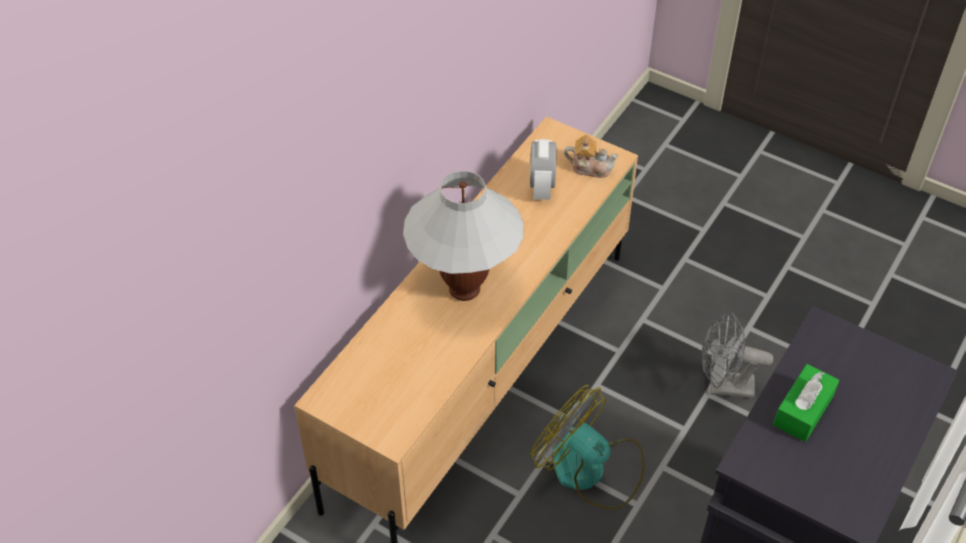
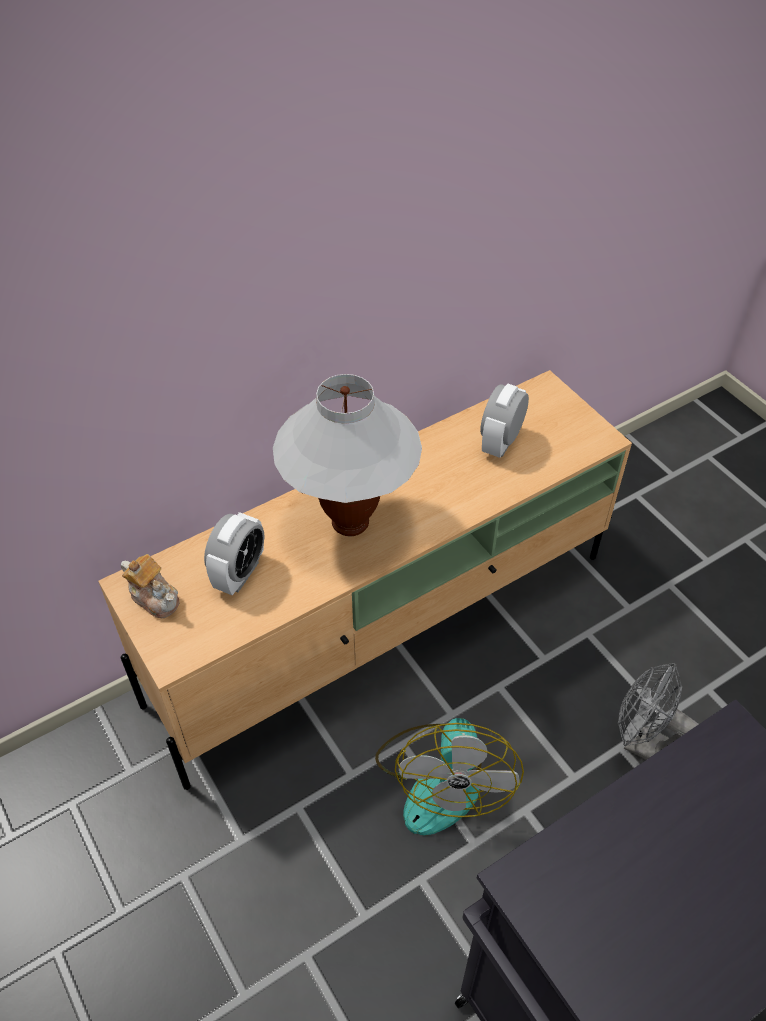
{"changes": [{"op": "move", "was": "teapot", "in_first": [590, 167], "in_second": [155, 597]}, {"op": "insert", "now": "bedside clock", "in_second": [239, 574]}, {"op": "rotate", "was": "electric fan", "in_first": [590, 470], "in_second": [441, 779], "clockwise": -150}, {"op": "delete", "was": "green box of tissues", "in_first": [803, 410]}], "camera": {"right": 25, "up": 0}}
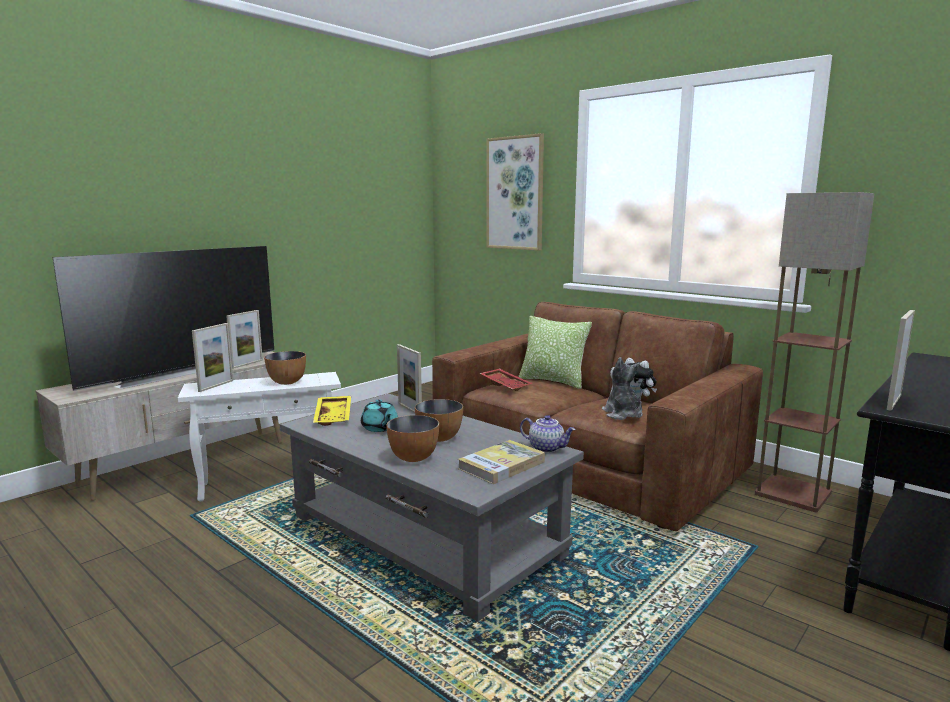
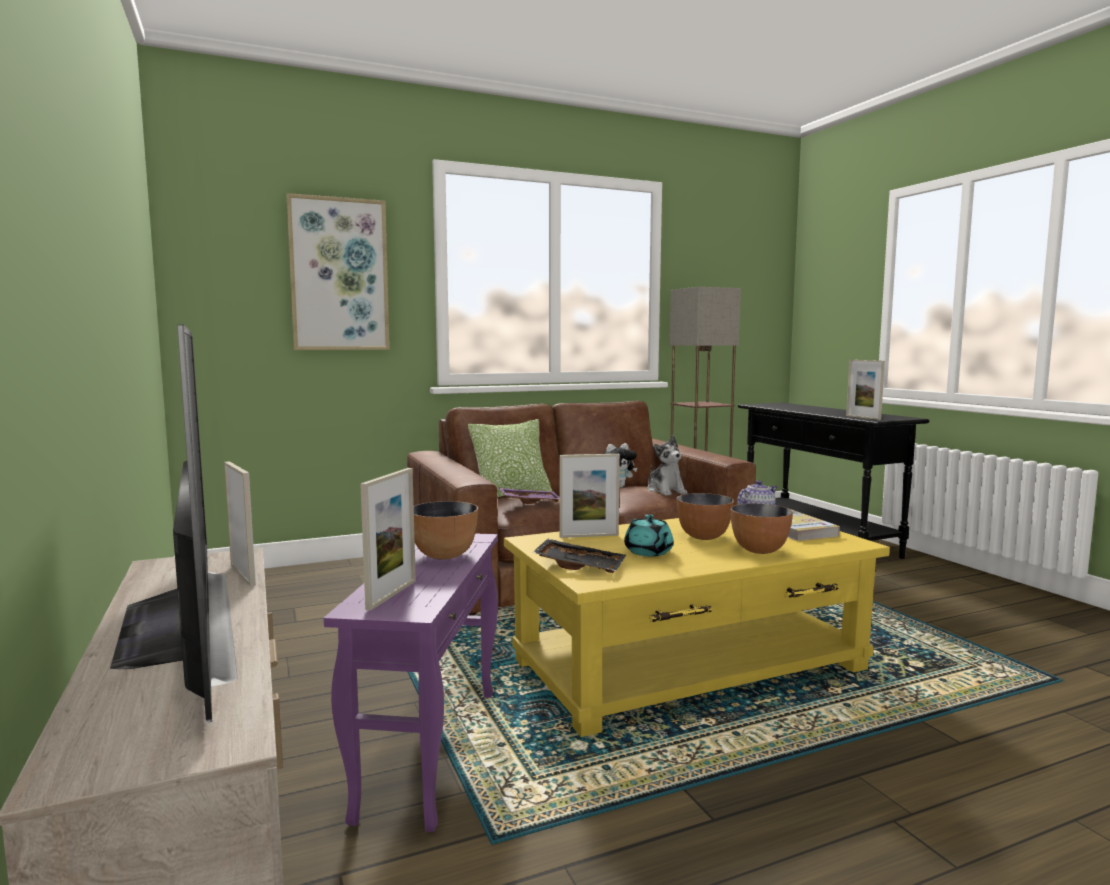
{"changes": [{"op": "recolor", "was": "white accent table", "now": "purple accent table", "in_first": [270, 483], "in_second": [430, 751]}, {"op": "rotate", "was": "standing frame", "in_first": [216, 386], "in_second": [392, 594], "clockwise": 60}, {"op": "recolor", "was": "reddish serving tray", "now": "purple serving tray", "in_first": [506, 385], "in_second": [530, 502]}, {"op": "recolor", "was": "gray coffee table", "now": "yellow-coloured coffee table", "in_first": [424, 536], "in_second": [690, 666]}, {"op": "recolor", "was": "yellow-coloured serving tray", "now": "blackish serving tray", "in_first": [334, 417], "in_second": [580, 566]}, {"op": "rotate", "was": "turquoise teapot", "in_first": [380, 428], "in_second": [649, 552], "clockwise": 75}, {"op": "rotate", "was": "cuddly toy", "in_first": [622, 414], "in_second": [665, 491], "clockwise": -120}], "camera": {"right": -65, "up": -5}}
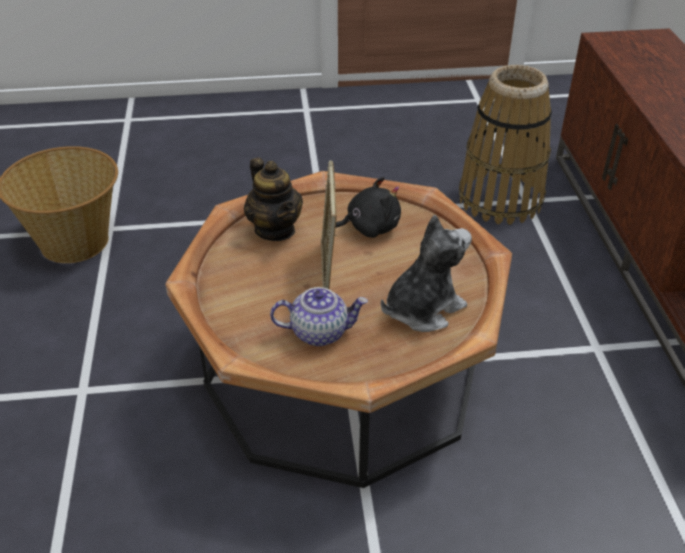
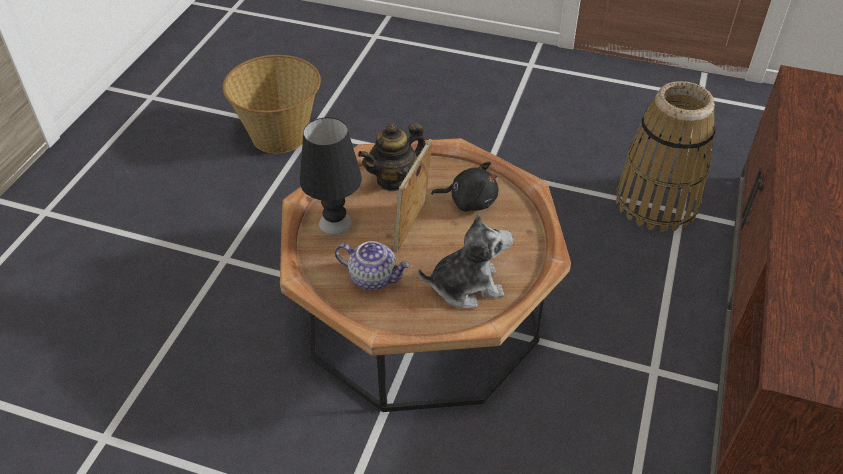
{"changes": [{"op": "insert", "now": "blackish tabletop lamp", "in_second": [335, 223]}, {"op": "rotate", "was": "teapot", "in_first": [275, 229], "in_second": [394, 179], "clockwise": 60}], "camera": {"right": 25, "up": 5}}
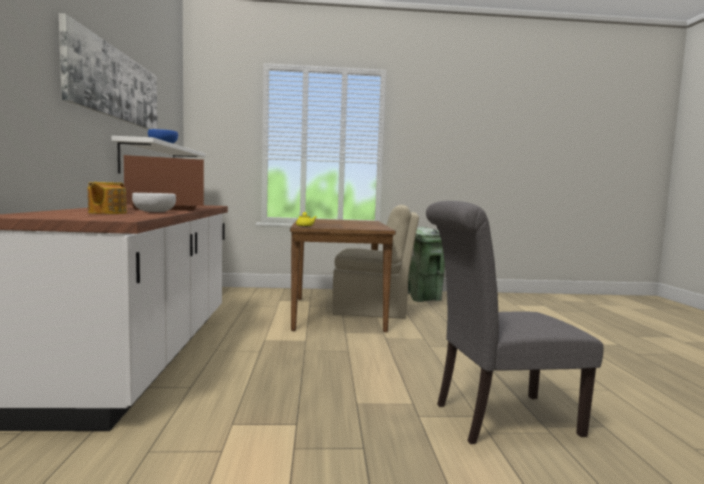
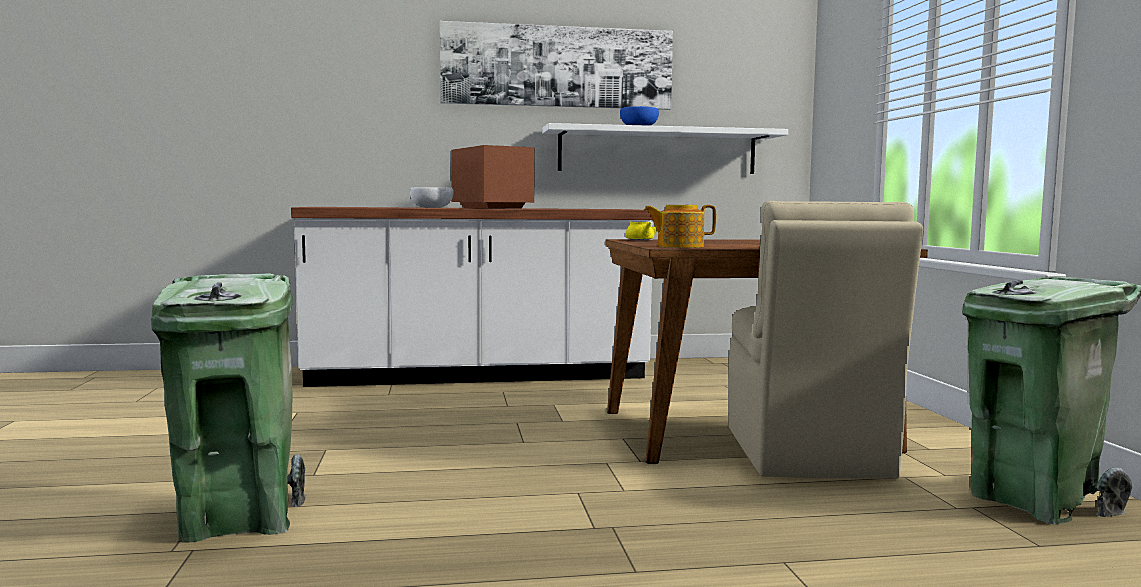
{"changes": [{"op": "replace", "was": "gray upright chair", "now": "green trash can", "in_first": [497, 419], "in_second": [237, 519]}, {"op": "move", "was": "teapot", "in_first": [106, 213], "in_second": [679, 246]}], "camera": {"right": 85, "up": 0}}
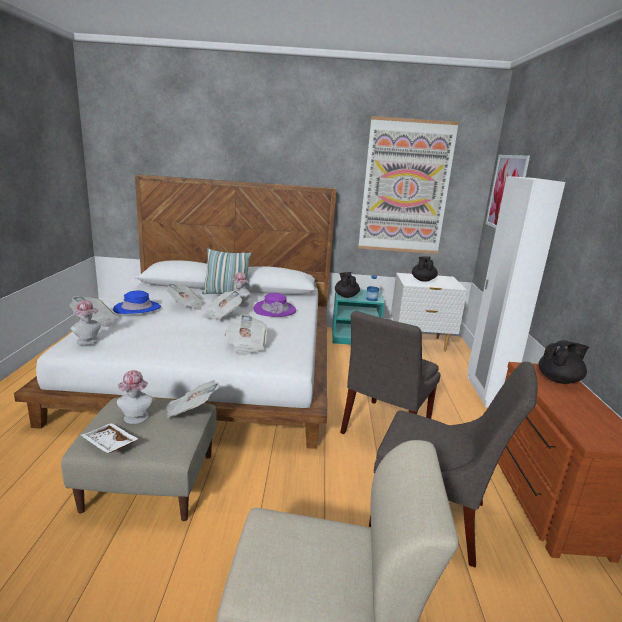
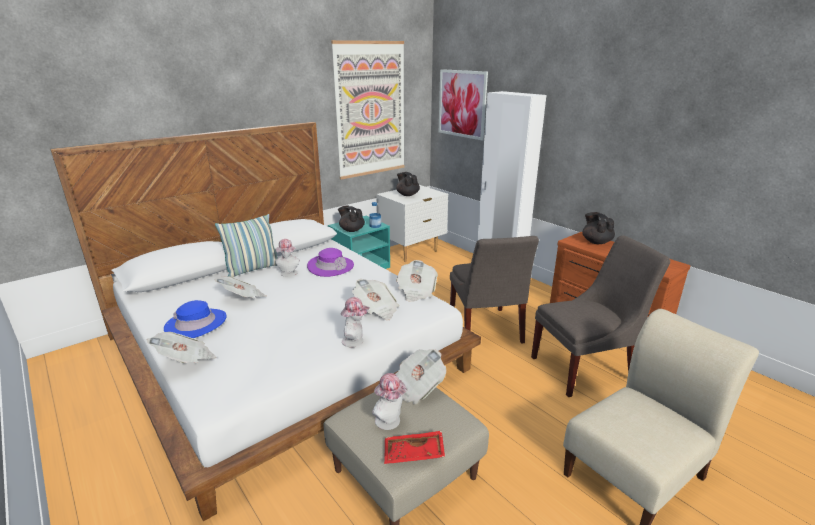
{"changes": [{"op": "move", "was": "hat", "in_first": [88, 341], "in_second": [355, 341]}, {"op": "recolor", "was": "white serving tray", "now": "reddish serving tray", "in_first": [108, 444], "in_second": [413, 454]}, {"op": "move", "was": "printed paper", "in_first": [221, 315], "in_second": [416, 291]}, {"op": "rotate", "was": "blackish teapot", "in_first": [559, 380], "in_second": [596, 242], "clockwise": -45}], "camera": {"right": -40, "up": 5}}
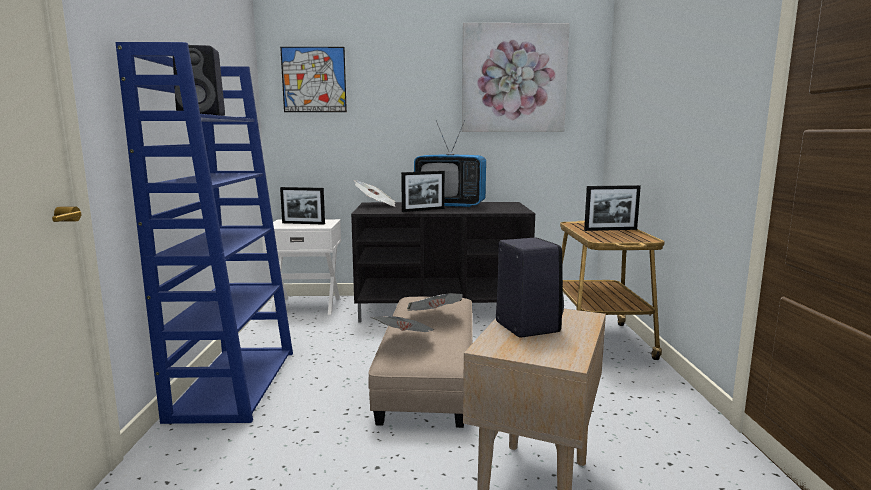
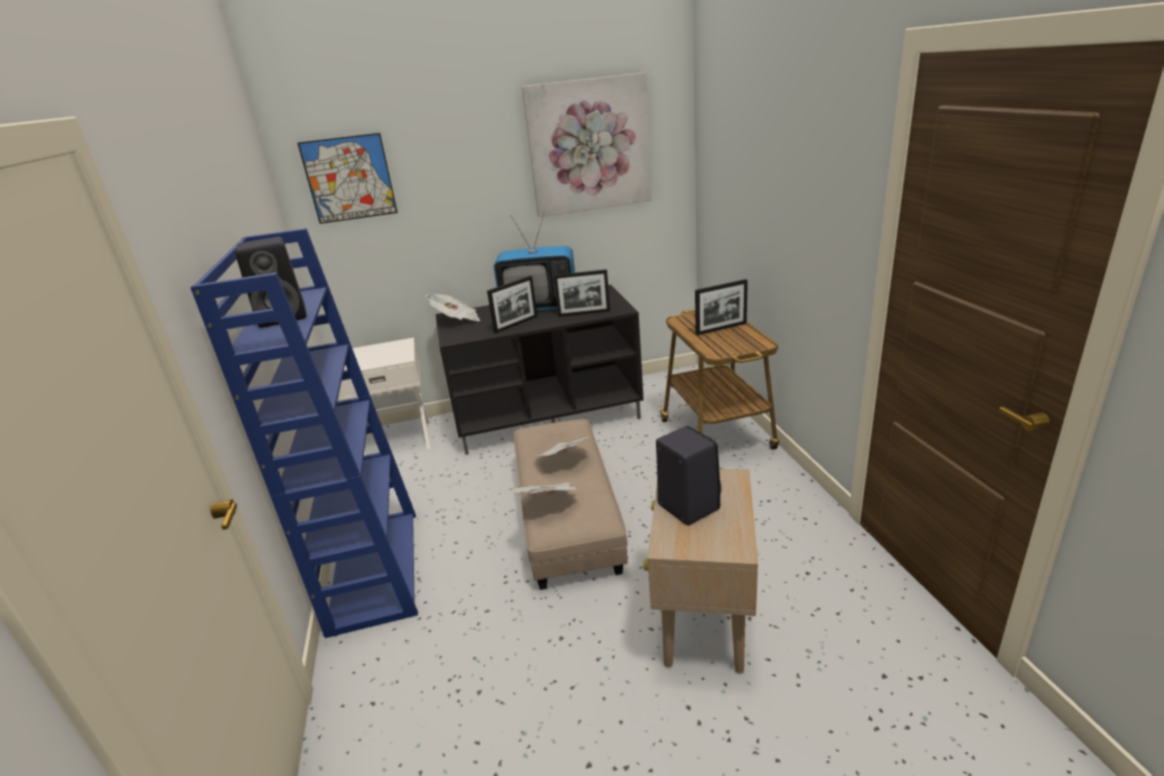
{"changes": [{"op": "move", "was": "standing frame", "in_first": [303, 223], "in_second": [584, 313]}], "camera": {"right": -10, "up": 15}}
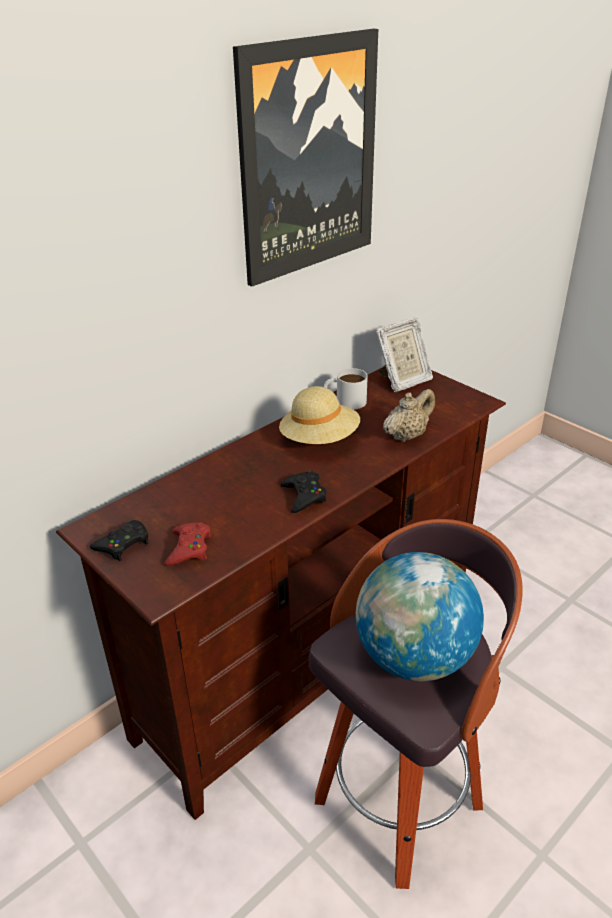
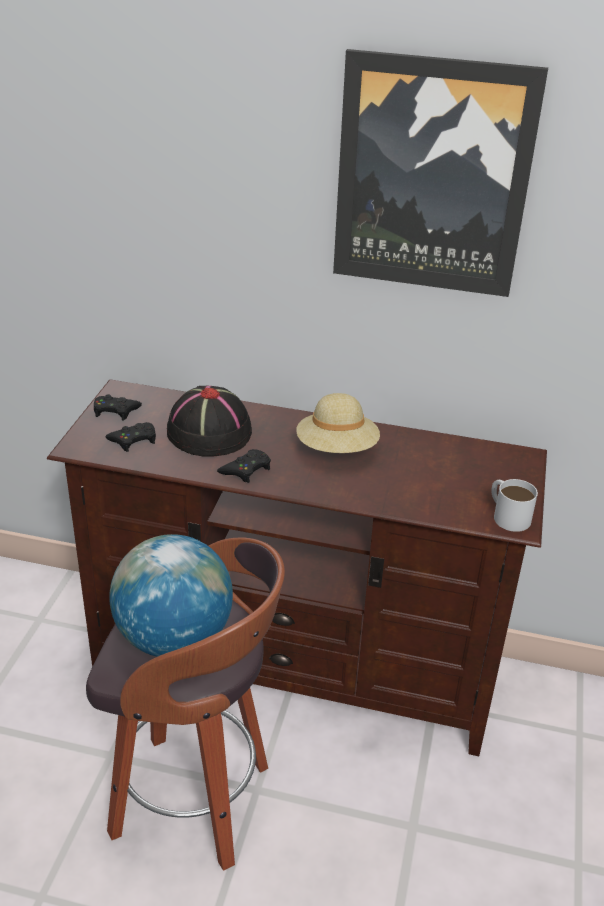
{"changes": [{"op": "recolor", "was": "reddish joypad", "now": "blackish joypad", "in_first": [189, 548], "in_second": [133, 440]}, {"op": "insert", "now": "blackish hat", "in_second": [208, 432]}, {"op": "move", "was": "white mug", "in_first": [345, 401], "in_second": [507, 515]}, {"op": "delete", "was": "standing frame", "in_first": [403, 381]}, {"op": "delete", "was": "beige-coloured teapot", "in_first": [407, 435]}], "camera": {"right": 55, "up": 0}}
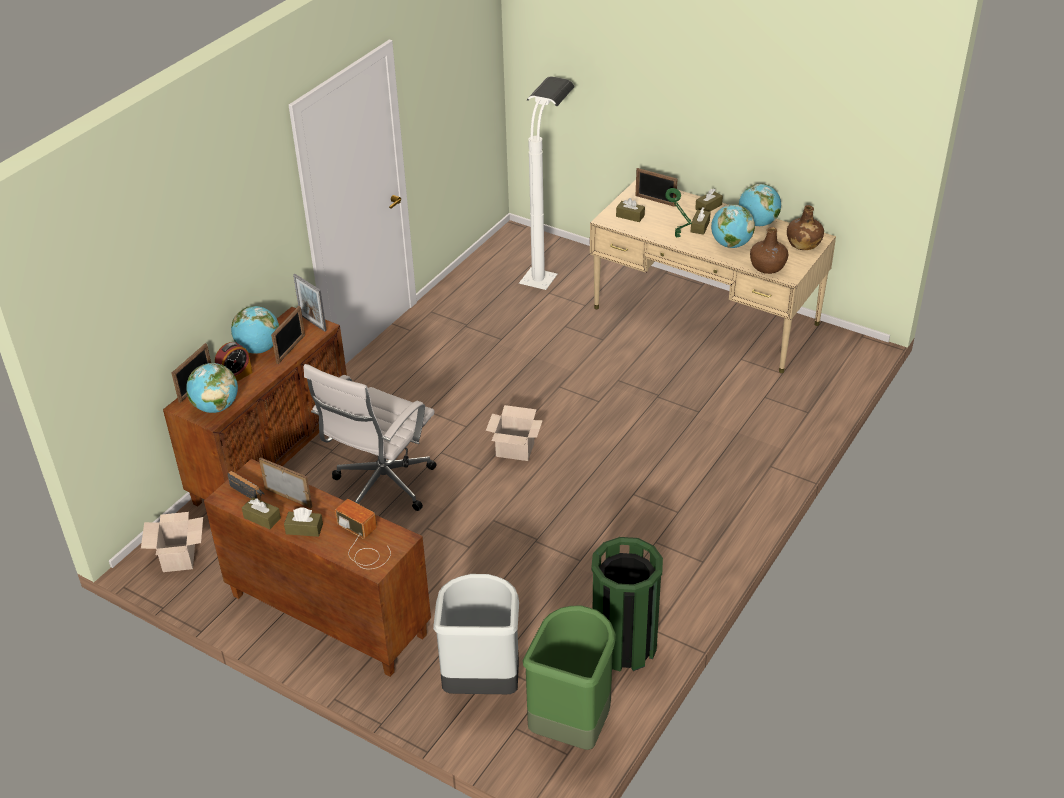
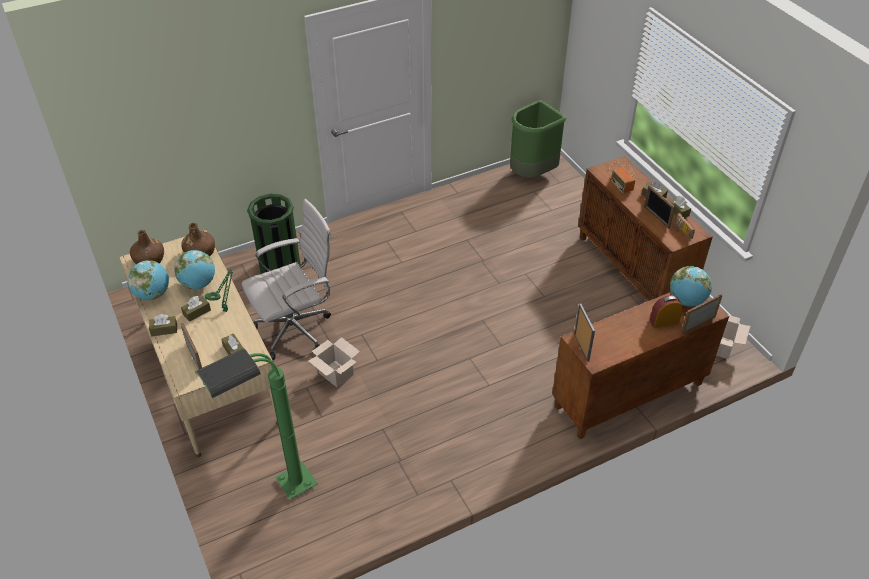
{"changes": [{"op": "recolor", "was": "white standard lamp", "now": "green standard lamp", "in_first": [546, 270], "in_second": [277, 494]}, {"op": "move", "was": "white computer chair", "in_first": [381, 487], "in_second": [297, 329]}, {"op": "move", "was": "green trash can", "in_first": [624, 646], "in_second": [280, 266]}, {"op": "move", "was": "packing box", "in_first": [514, 450], "in_second": [337, 374]}, {"op": "delete", "was": "globe", "in_first": [259, 349]}, {"op": "delete", "was": "standing frame", "in_first": [291, 349]}, {"op": "delete", "was": "gray trash can", "in_first": [482, 683]}], "camera": {"right": -150, "up": 5}}
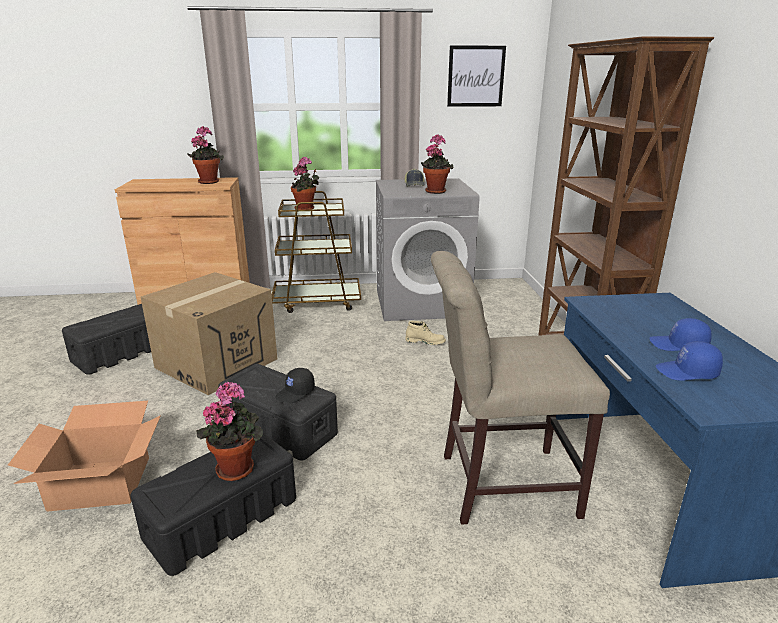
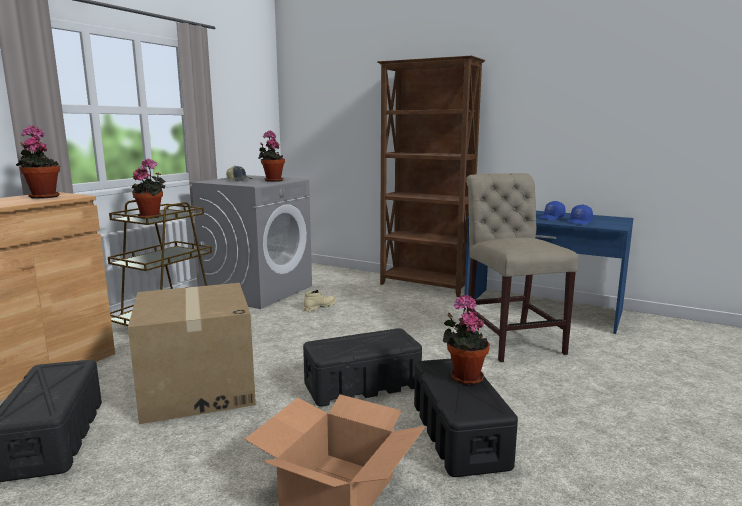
{"changes": [{"op": "rotate", "was": "beige-coloured upright chair", "in_first": [499, 484], "in_second": [510, 339], "clockwise": 135}, {"op": "delete", "was": "blackish baseball cap", "in_first": [295, 393]}, {"op": "delete", "was": "wall art", "in_first": [476, 76]}], "camera": {"right": -55, "up": -10}}
